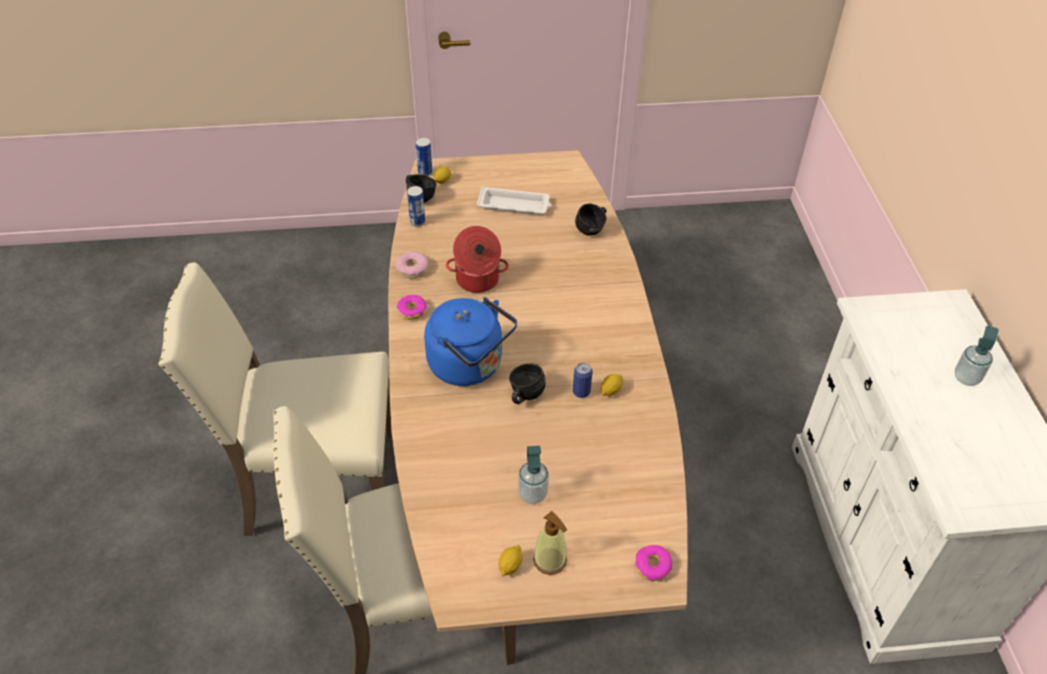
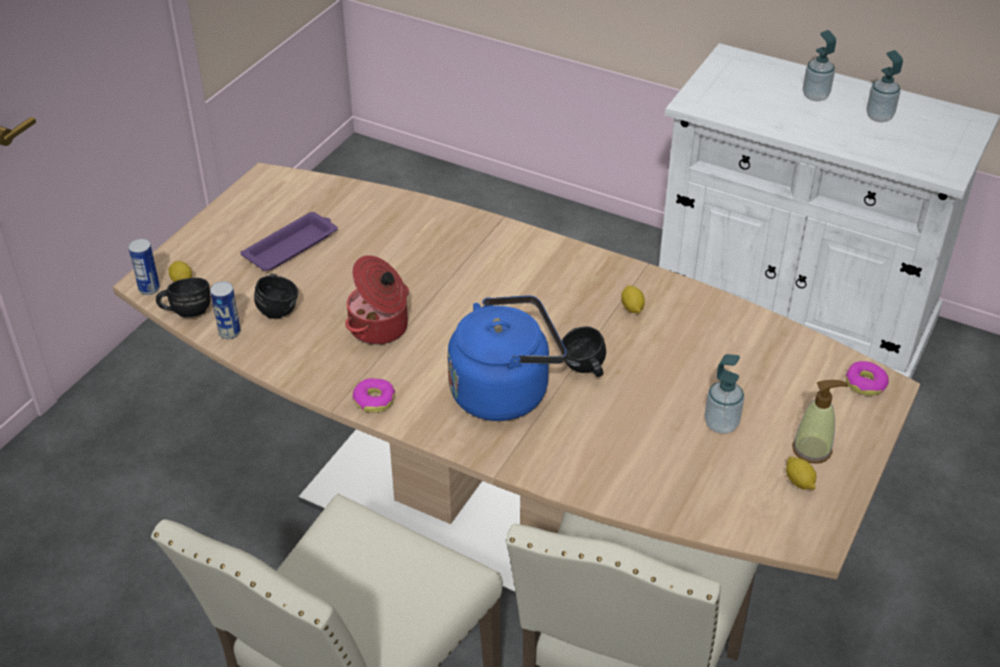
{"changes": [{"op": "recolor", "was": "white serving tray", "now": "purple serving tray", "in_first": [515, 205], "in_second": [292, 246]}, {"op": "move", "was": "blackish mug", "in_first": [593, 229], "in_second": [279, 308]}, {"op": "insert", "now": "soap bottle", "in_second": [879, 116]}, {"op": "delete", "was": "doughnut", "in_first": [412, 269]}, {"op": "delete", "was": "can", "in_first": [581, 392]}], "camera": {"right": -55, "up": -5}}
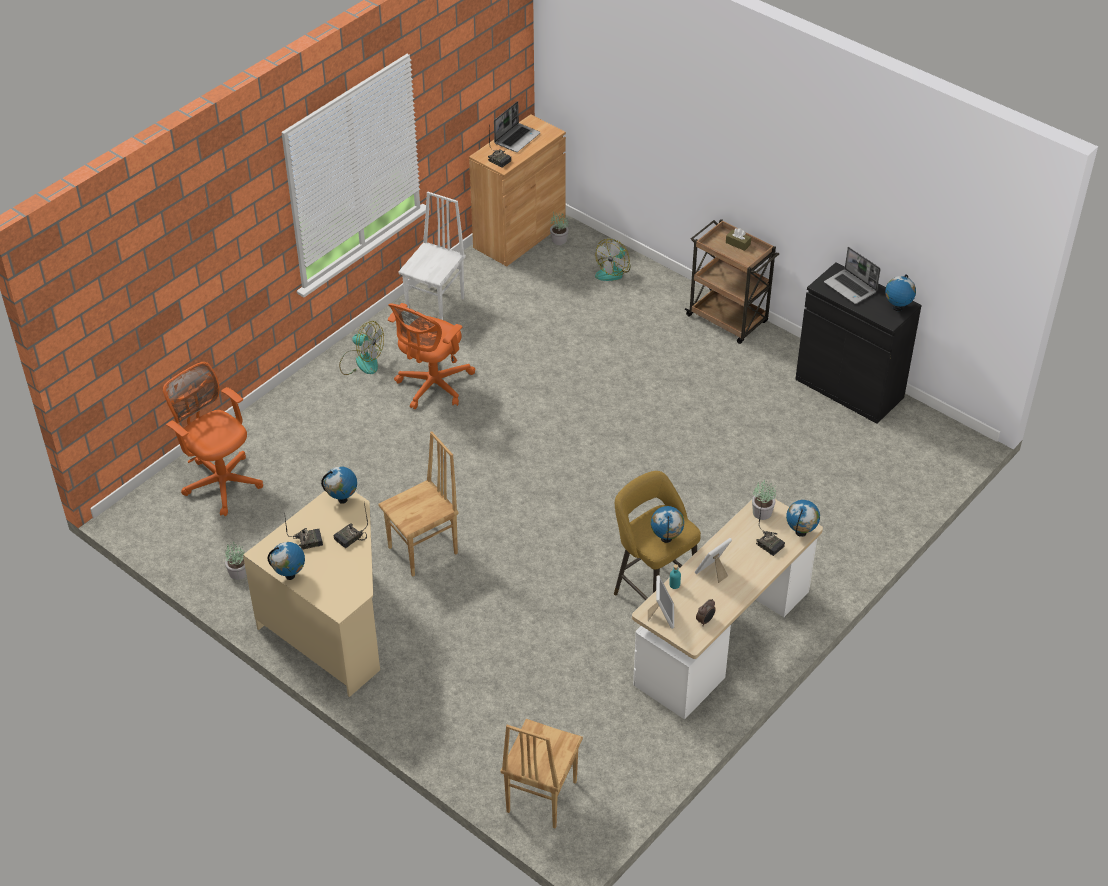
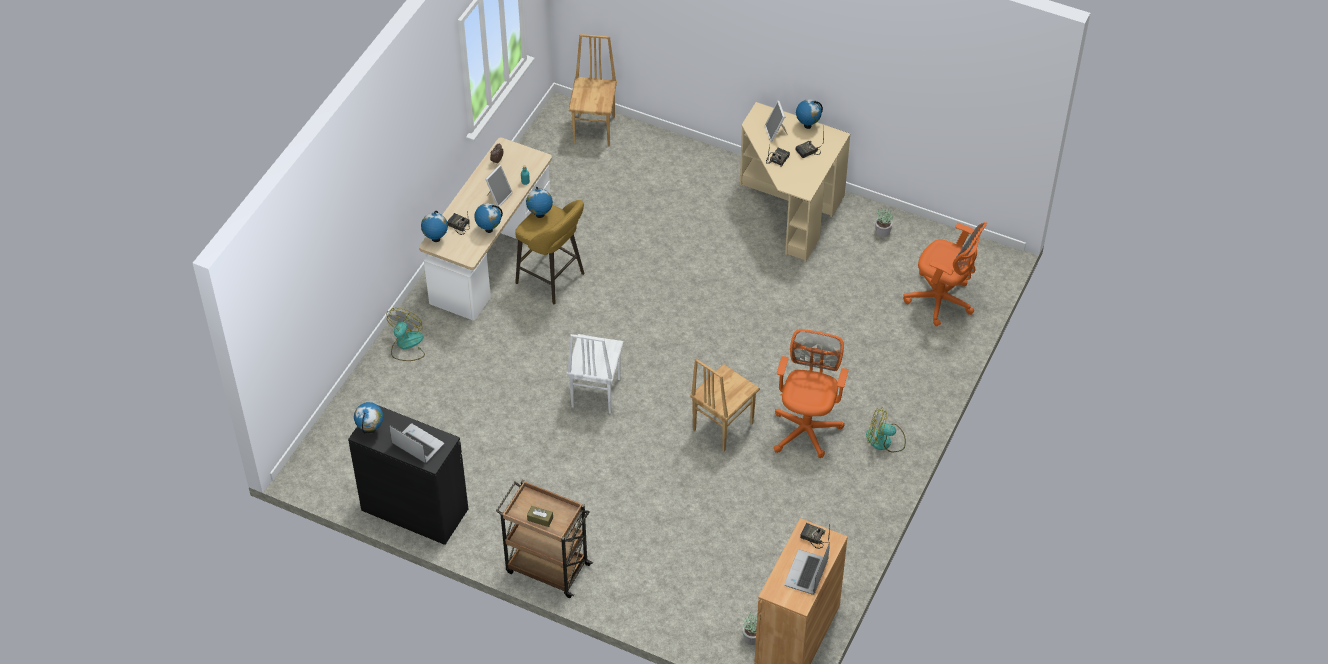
{"changes": [{"op": "move", "was": "electric fan", "in_first": [613, 271], "in_second": [406, 345]}, {"op": "move", "was": "globe", "in_first": [342, 499], "in_second": [489, 229]}, {"op": "move", "was": "white upright chair", "in_first": [436, 305], "in_second": [595, 393]}, {"op": "move", "was": "brown upright chair", "in_first": [424, 551], "in_second": [722, 426]}, {"op": "move", "was": "standing frame", "in_first": [662, 615], "in_second": [776, 132]}, {"op": "delete", "was": "potted plant", "in_first": [762, 512]}], "camera": {"right": 165, "up": 5}}
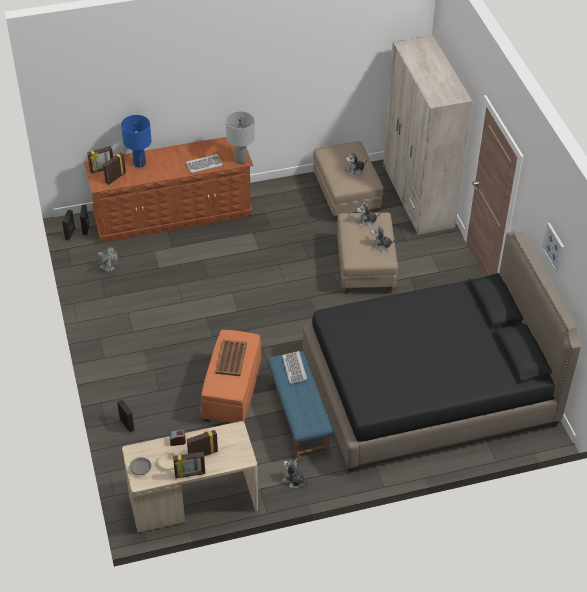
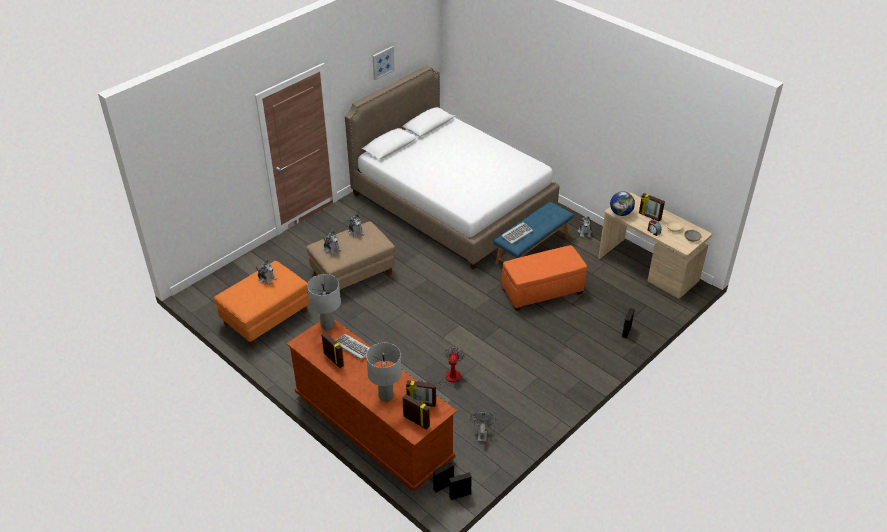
{"changes": [{"op": "recolor", "was": "beige-coloured pouffe", "now": "orange-coloured pouffe", "in_first": [346, 196], "in_second": [266, 317]}, {"op": "move", "was": "standing frame", "in_first": [190, 474], "in_second": [334, 359]}, {"op": "recolor", "was": "blackish sleeping bed", "now": "white sleeping bed", "in_first": [428, 389], "in_second": [452, 203]}, {"op": "recolor", "was": "blue-coloured tabletop lamp", "now": "gray tabletop lamp", "in_first": [139, 163], "in_second": [386, 396]}, {"op": "insert", "now": "electric fan", "in_second": [447, 378]}, {"op": "insert", "now": "globe", "in_second": [620, 213]}, {"op": "delete", "was": "brown serving tray", "in_first": [231, 358]}, {"op": "delete", "was": "beige-coloured clothes cupboard", "in_first": [418, 197]}], "camera": {"right": -120, "up": -5}}
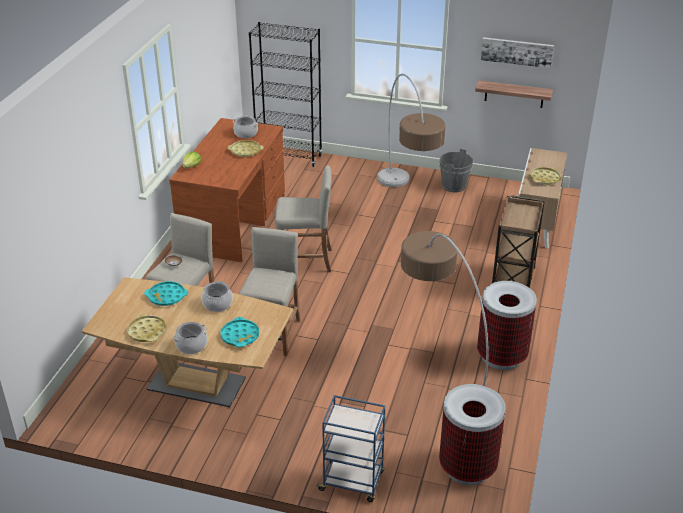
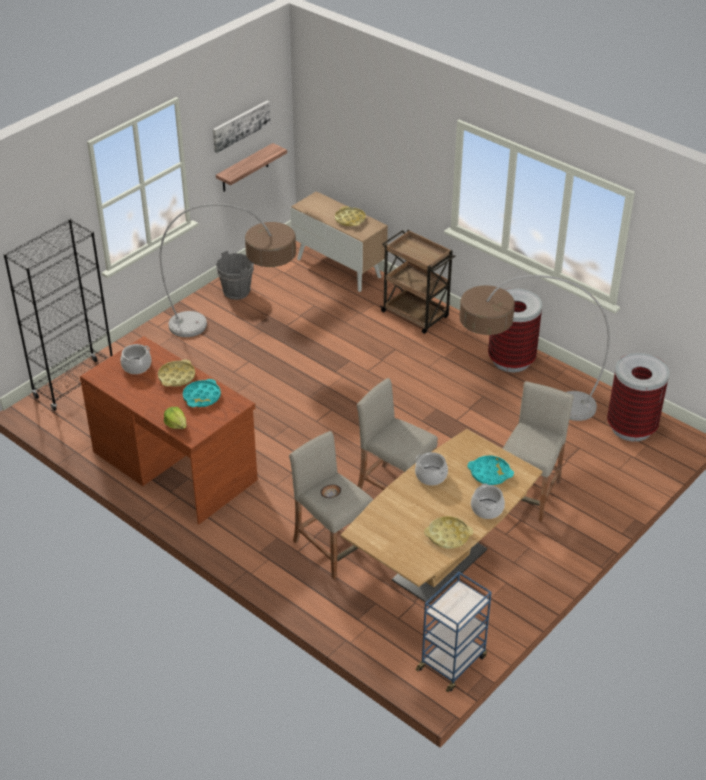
{"changes": [{"op": "move", "was": "turquoise serving tray", "in_first": [166, 296], "in_second": [202, 396]}, {"op": "move", "was": "blue-coloured cart", "in_first": [352, 481], "in_second": [452, 662]}, {"op": "move", "was": "beige-coloured sitting stool", "in_first": [305, 260], "in_second": [528, 494]}], "camera": {"right": -65, "up": 5}}
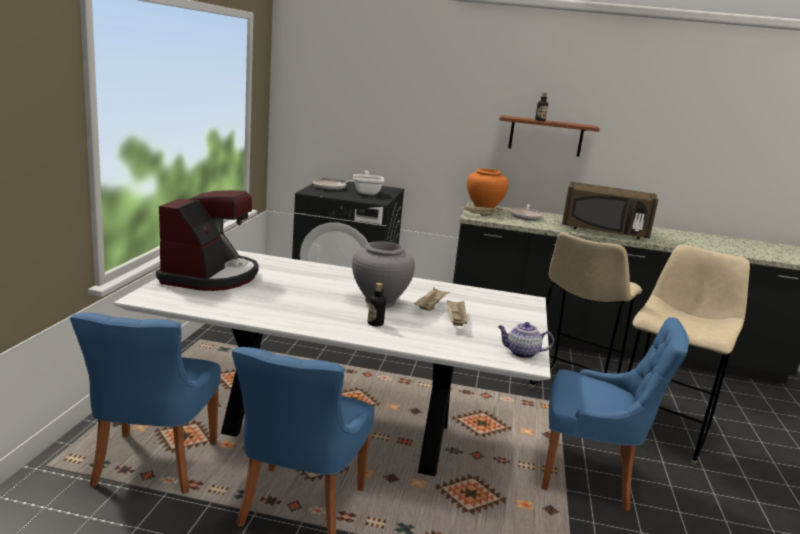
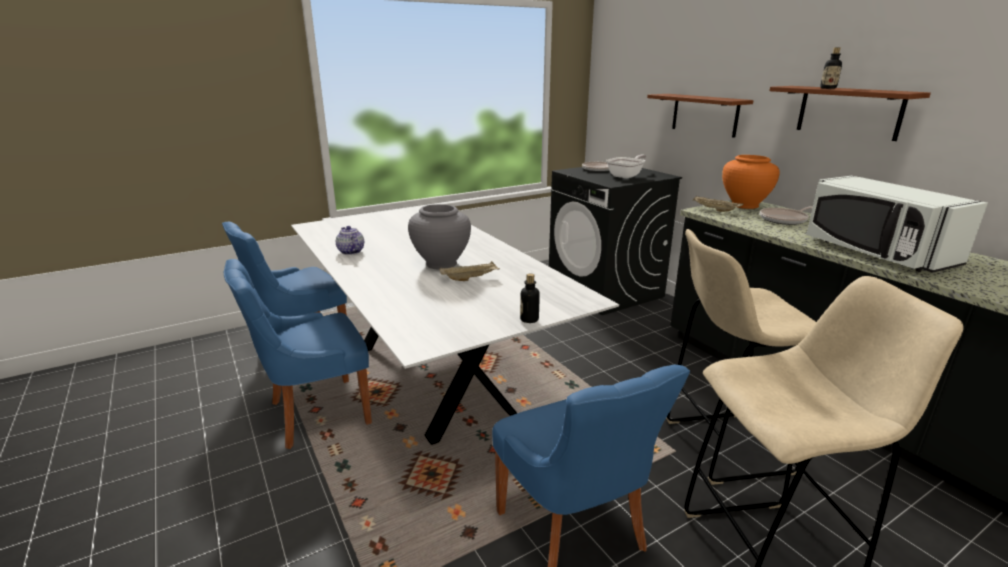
{"changes": [{"op": "move", "was": "teapot", "in_first": [521, 353], "in_second": [350, 251]}, {"op": "move", "was": "beverage bottle", "in_first": [375, 323], "in_second": [529, 319]}, {"op": "insert", "now": "brown bracket shelf", "in_second": [704, 114]}, {"op": "recolor", "was": "brown kitchen microwave", "now": "white kitchen microwave", "in_first": [604, 232], "in_second": [874, 253]}, {"op": "delete", "was": "coffee maker", "in_first": [210, 276]}, {"op": "delete", "was": "beige-coloured serving tray", "in_first": [455, 321]}], "camera": {"right": 50, "up": 5}}
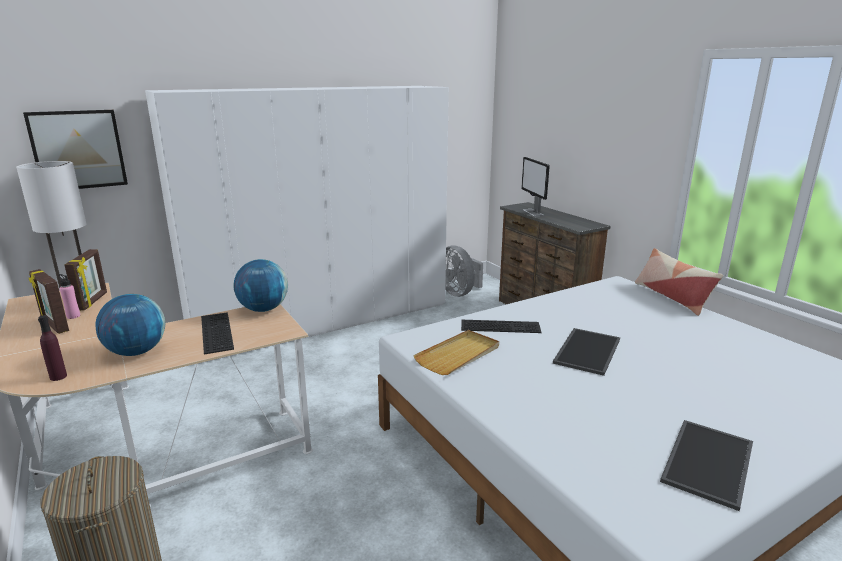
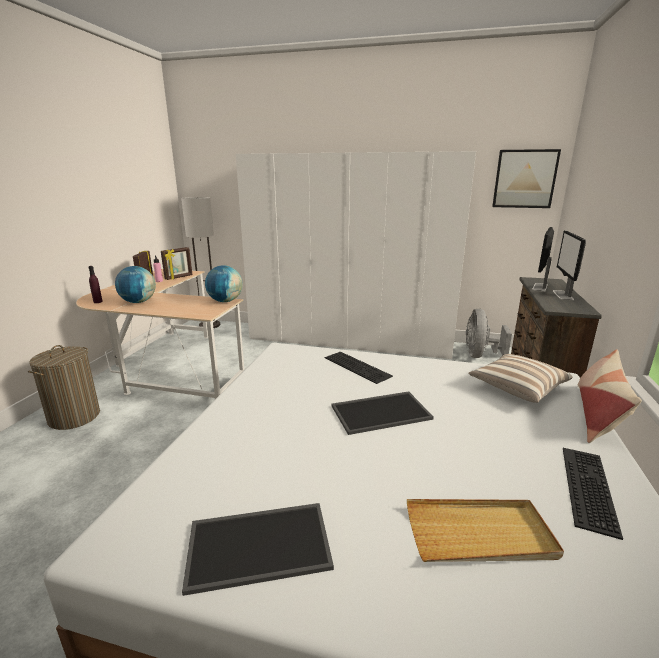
{"changes": [{"op": "move", "was": "beige-coloured serving tray", "in_first": [458, 355], "in_second": [479, 534]}, {"op": "insert", "now": "throw pillow", "in_second": [517, 388]}, {"op": "move", "was": "wall art", "in_first": [78, 150], "in_second": [525, 179]}, {"op": "insert", "now": "monitor", "in_second": [563, 295]}, {"op": "move", "was": "computer keyboard", "in_first": [214, 332], "in_second": [585, 486]}], "camera": {"right": 45, "up": 0}}
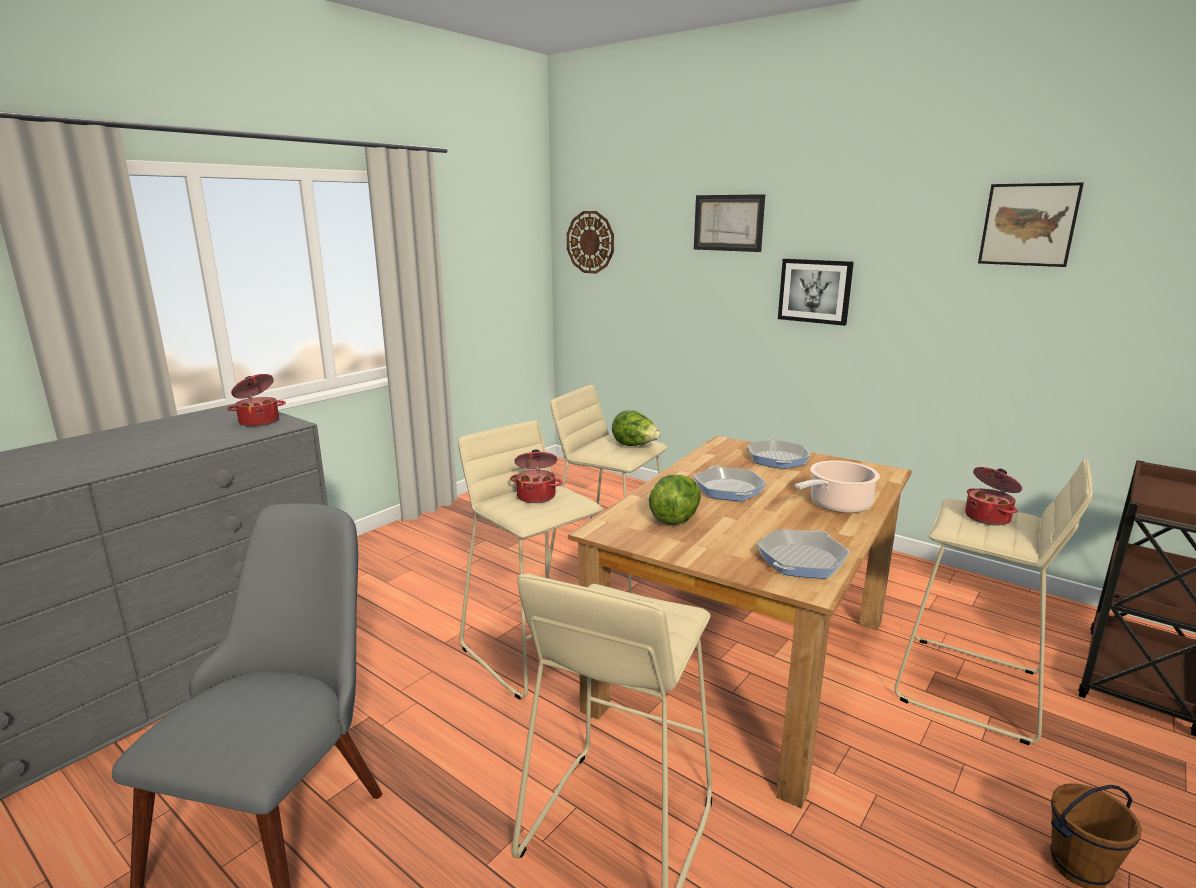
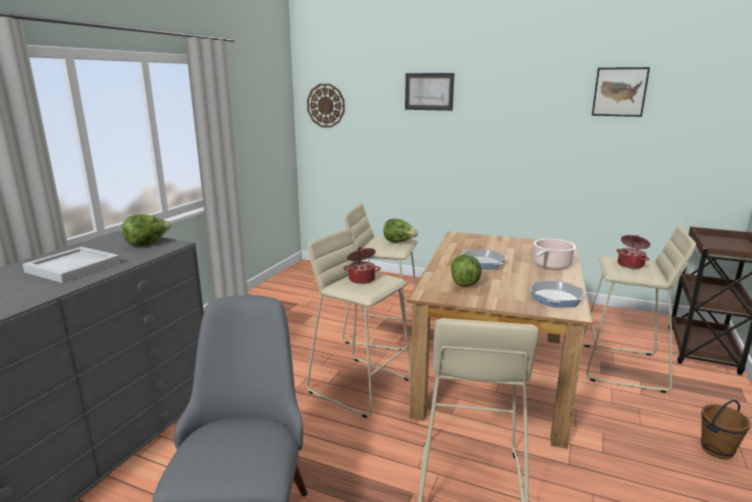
{"changes": [{"op": "insert", "now": "white serving tray", "in_second": [75, 267]}, {"op": "replace", "was": "stockpot", "now": "head of lettuce", "in_first": [259, 421], "in_second": [148, 244]}, {"op": "delete", "was": "pan", "in_first": [777, 459]}, {"op": "delete", "was": "wall art", "in_first": [815, 291]}], "camera": {"right": -15, "up": 0}}
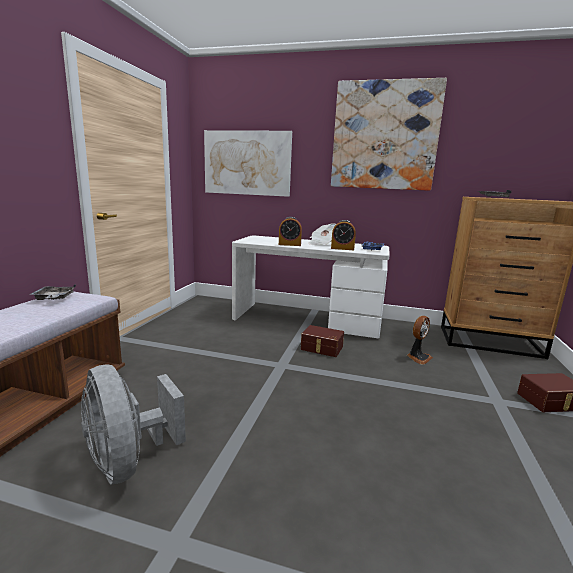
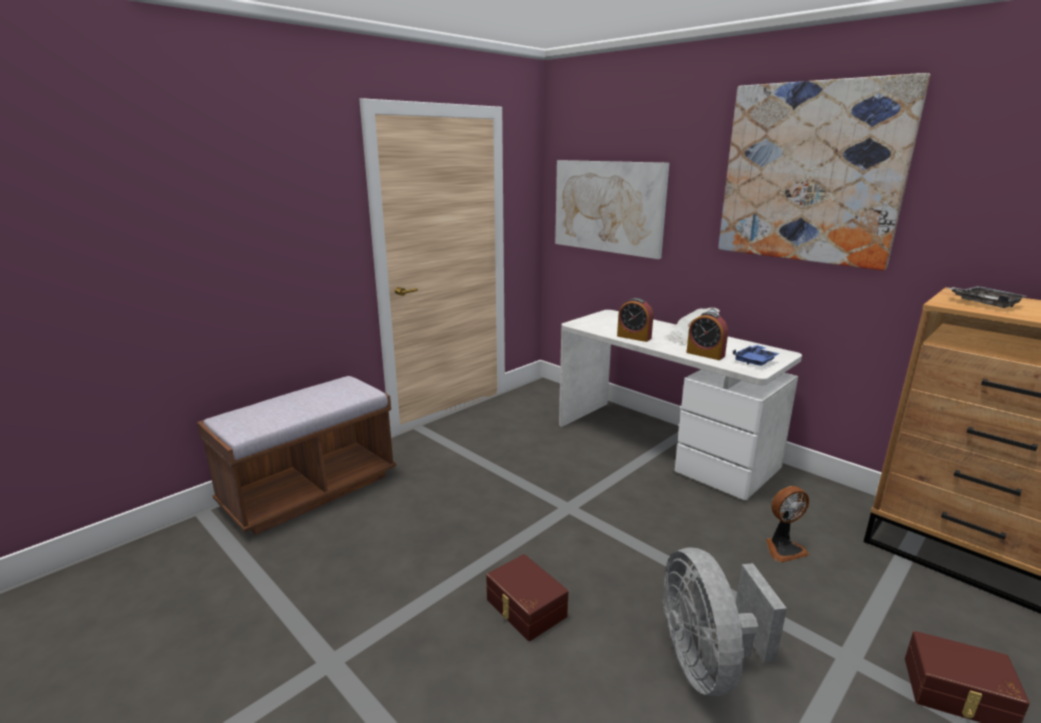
{"changes": [{"op": "move", "was": "brown storage container", "in_first": [321, 348], "in_second": [525, 608]}, {"op": "move", "was": "gray electric fan", "in_first": [129, 461], "in_second": [707, 663]}, {"op": "delete", "was": "gray serving tray", "in_first": [54, 298]}], "camera": {"right": 30, "up": 5}}
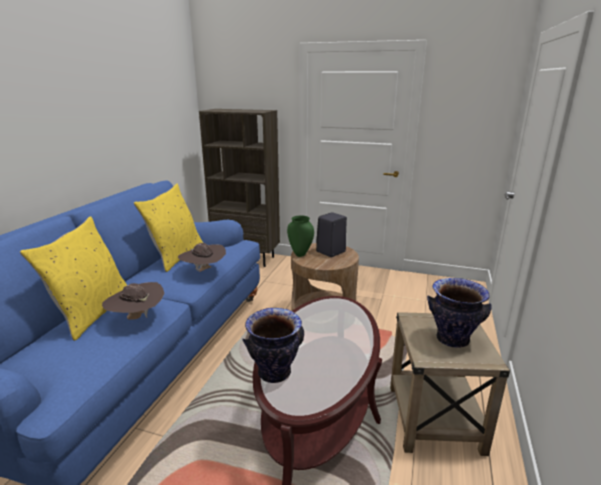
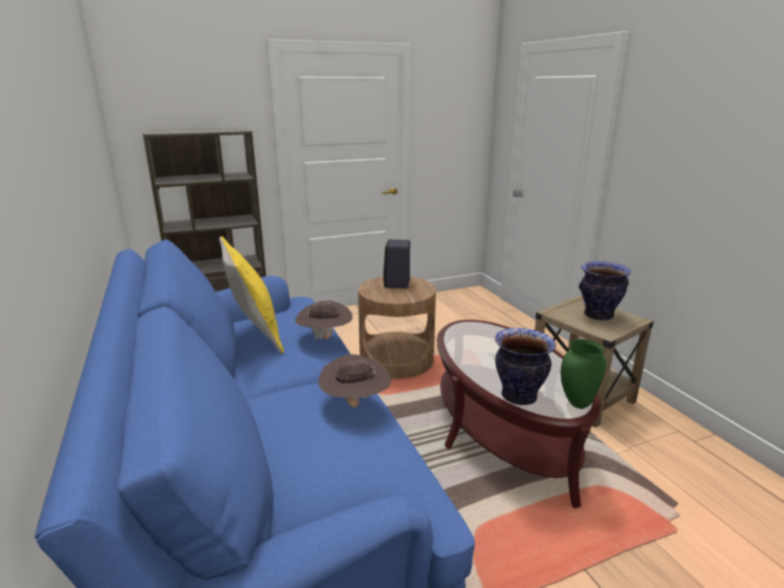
{"changes": [{"op": "move", "was": "green vase", "in_first": [300, 255], "in_second": [578, 404]}, {"op": "delete", "was": "yellow-coloured throw pillow", "in_first": [91, 313]}], "camera": {"right": -40, "up": 0}}
